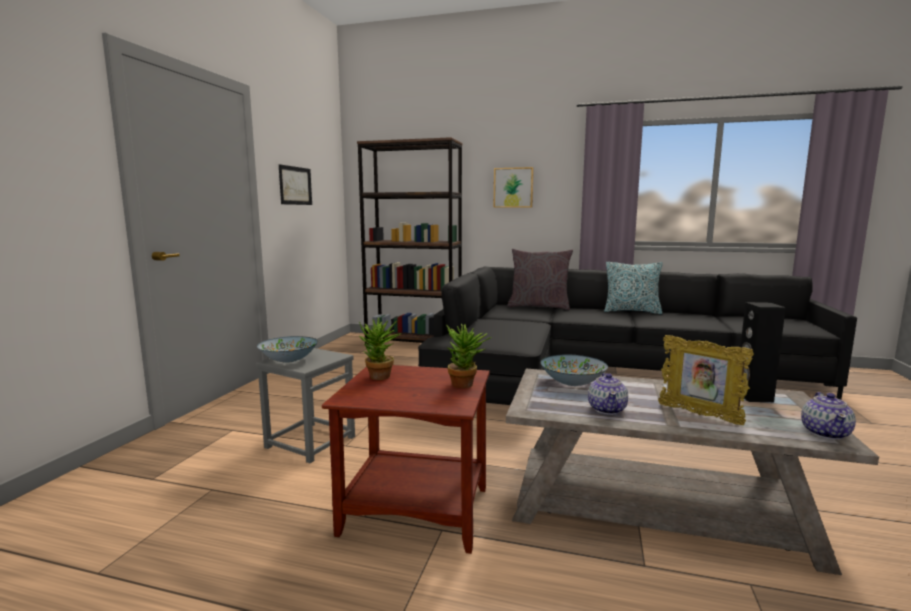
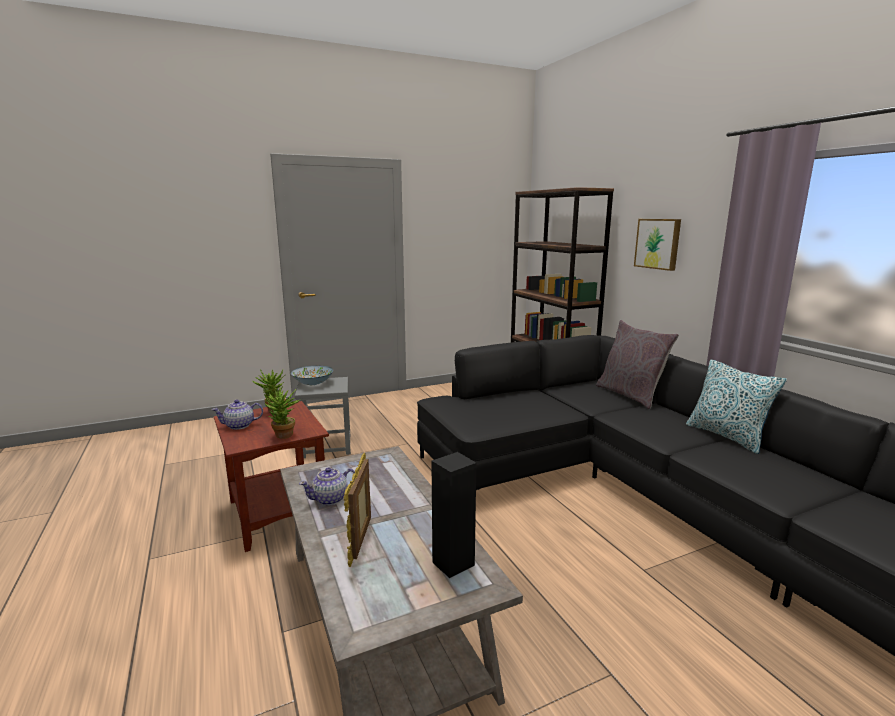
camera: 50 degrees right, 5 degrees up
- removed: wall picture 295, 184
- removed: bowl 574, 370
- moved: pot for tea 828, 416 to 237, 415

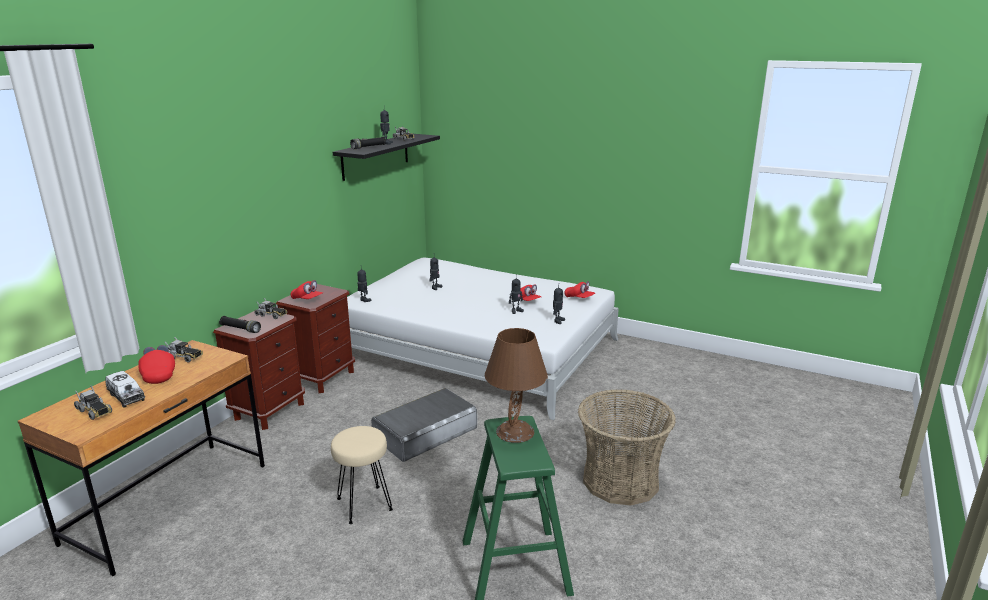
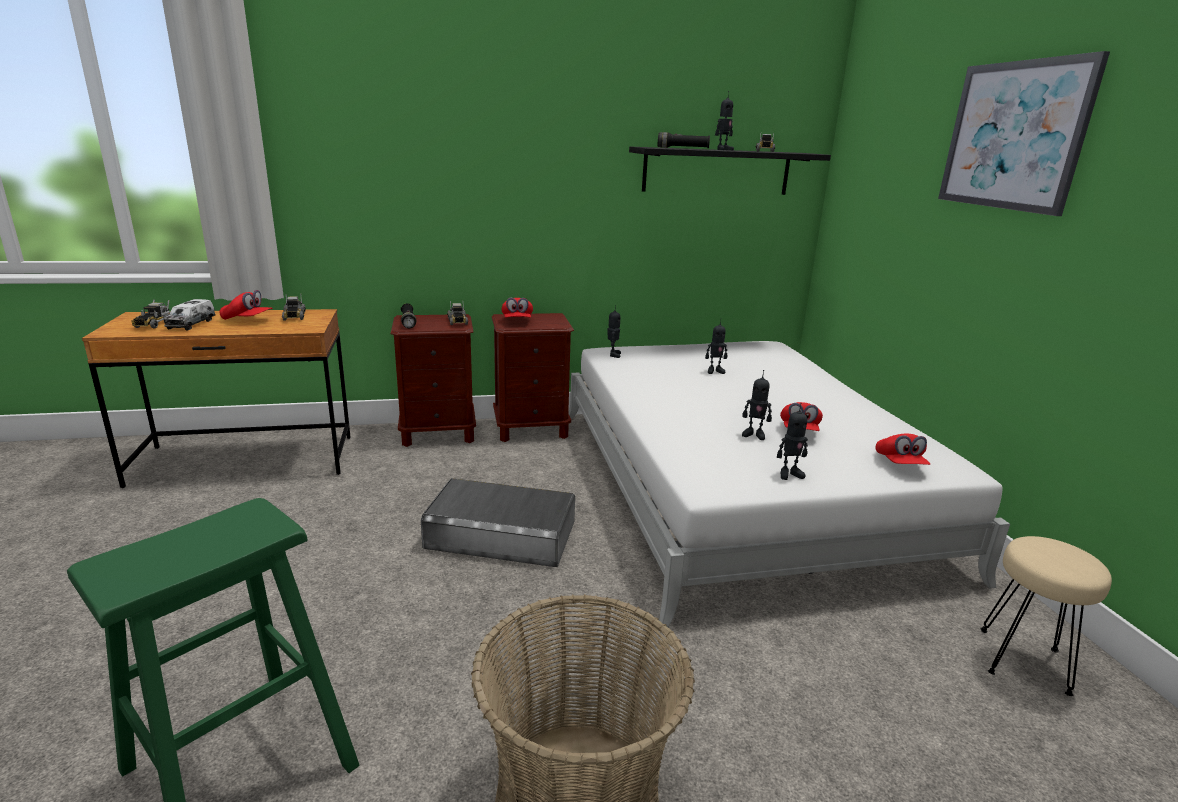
camera: 50 degrees right, 0 degrees up
- removed: brown-coloured table lamp 516, 385
- turned: red peaked cap 156, 364 = 246, 305 75 degrees clockwise
- moved: beige-coloured stool seat 362, 475 to 1046, 616
- added: wall picture 1024, 133

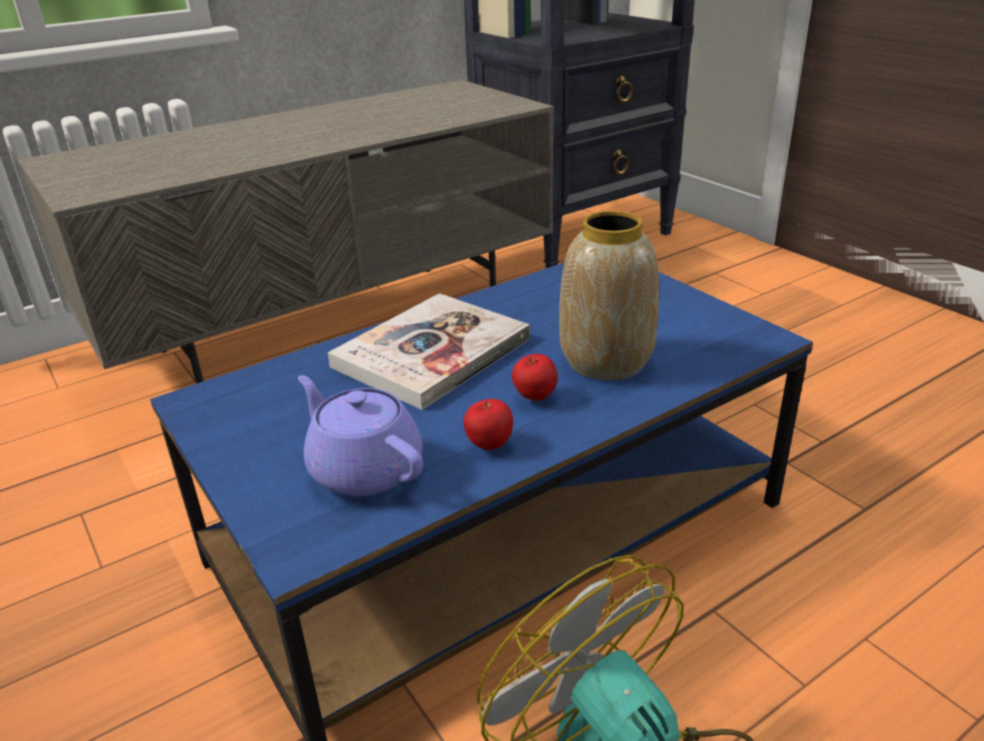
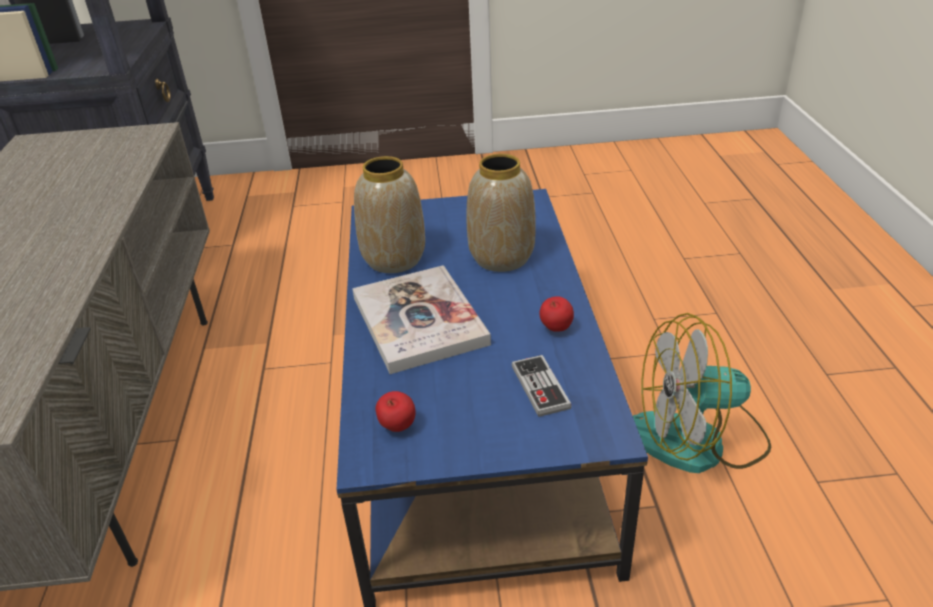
camera: 60 degrees left, 5 degrees up
- moved: apple fruit 535, 377 to 395, 411
- replaced: purple pot for tea 360, 435 to joypad 542, 386
- added: flower vase 389, 214

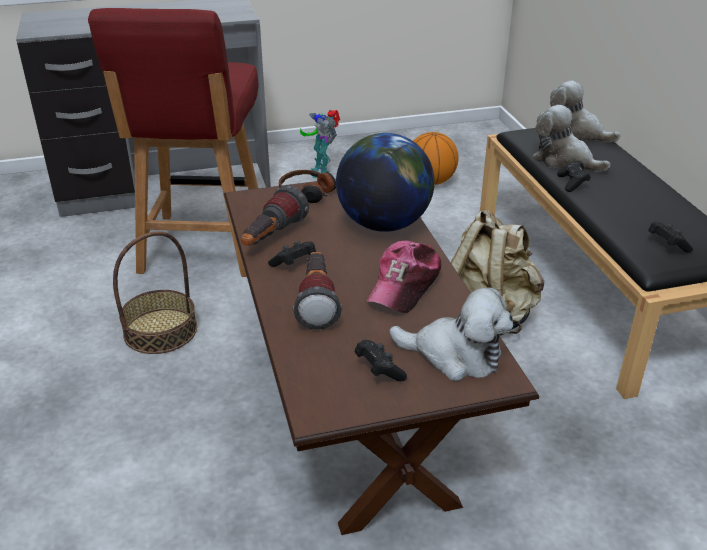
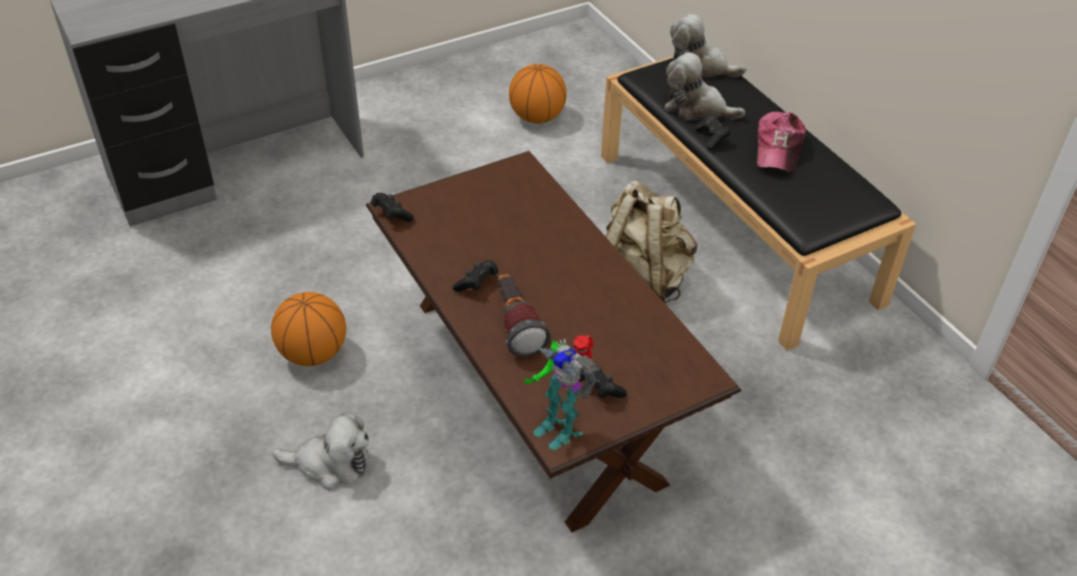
camera: 15 degrees left, 10 degrees up
- removed: red chair 173, 142
- moved: model robot 320, 144 to 561, 392
- removed: desk globe 385, 182
- removed: headphones 307, 186
- removed: flashlight 275, 215
- moved: blackish joypad 670, 237 to 392, 207
- replaced: basket 155, 292 to basketball ball 308, 329
- moved: peaked cap 404, 276 to 781, 142
- moved: soft toy 451, 334 to 320, 451

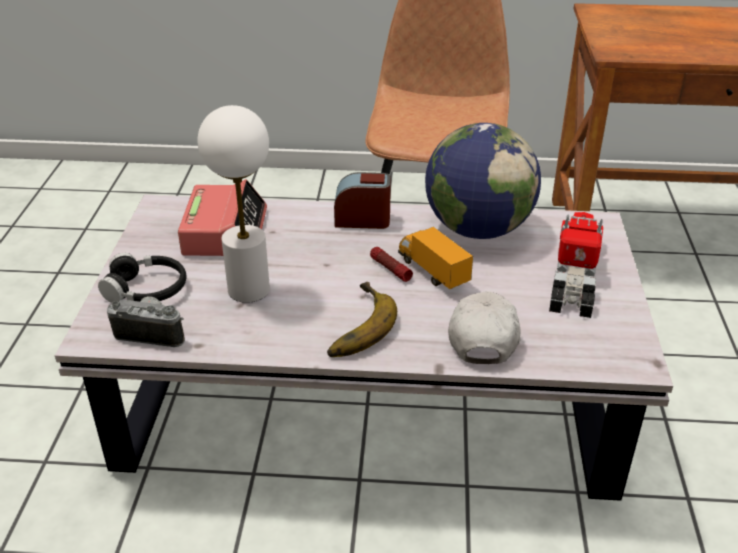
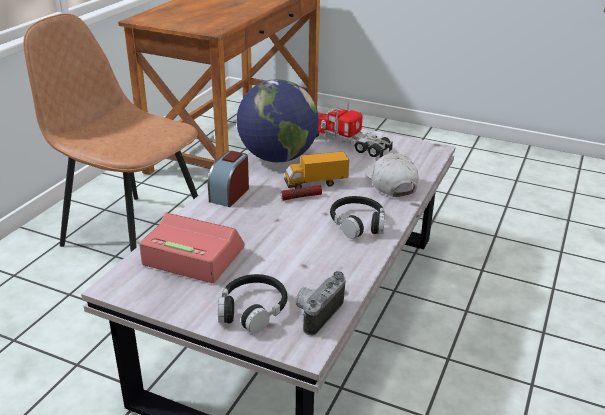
camera: 70 degrees left, 5 degrees down
- removed: white-coloured table lamp 234, 204
- replaced: banana fruit 362, 319 to blackish headphones 357, 217
- turned: white-coloured peaked cap 484, 327 = 391, 175 45 degrees clockwise

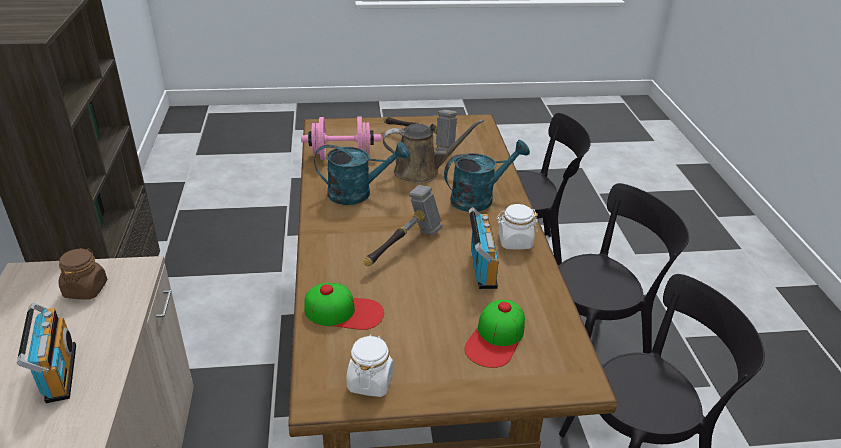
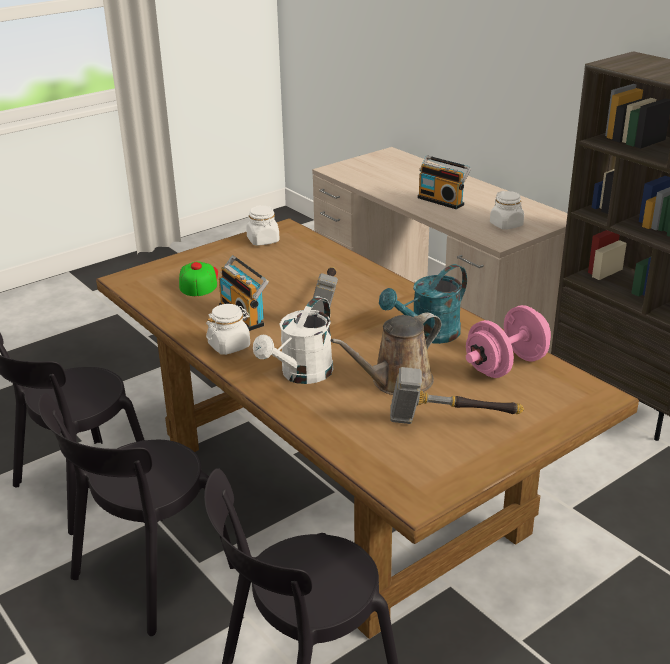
camera: 150 degrees right, 5 degrees down
- recoloured: turquoise-coloured sprinkling can 487, 176 to white-coloured sprinkling can 293, 340
- recoloured: brown-coloured preserve jar 83, 273 to white-coloured preserve jar 507, 210
- removed: peaked cap 344, 306

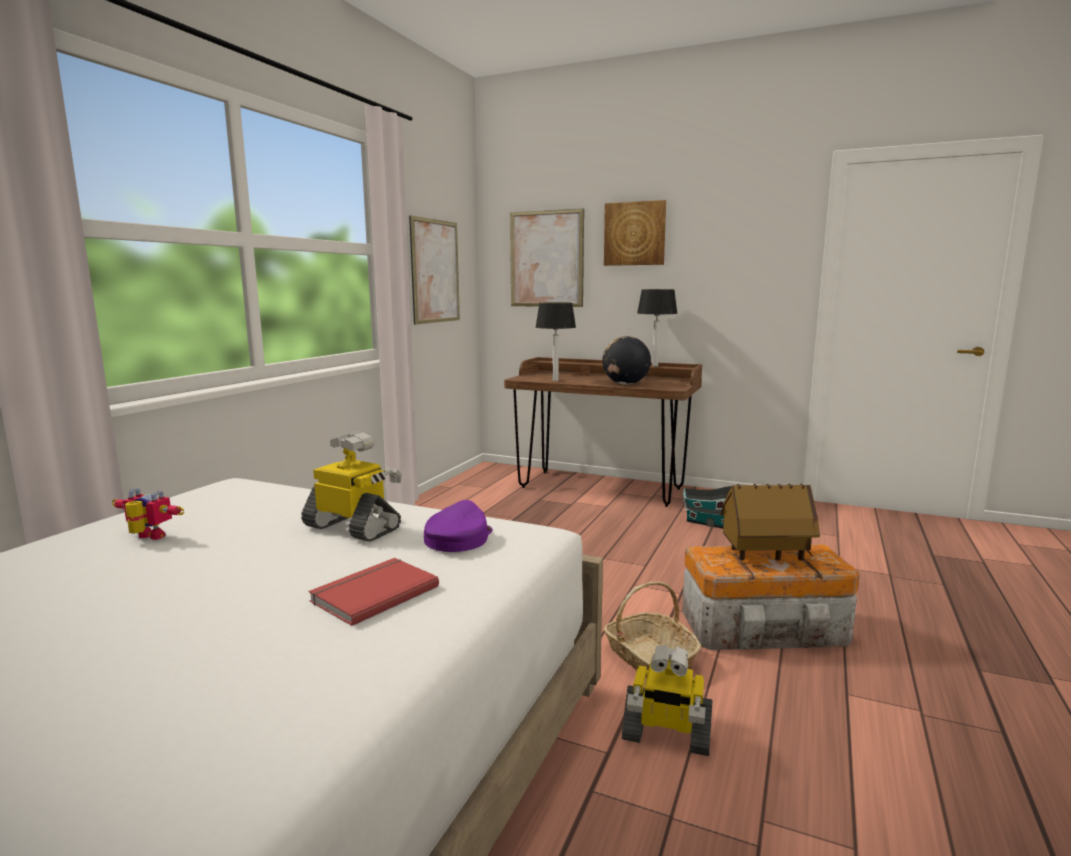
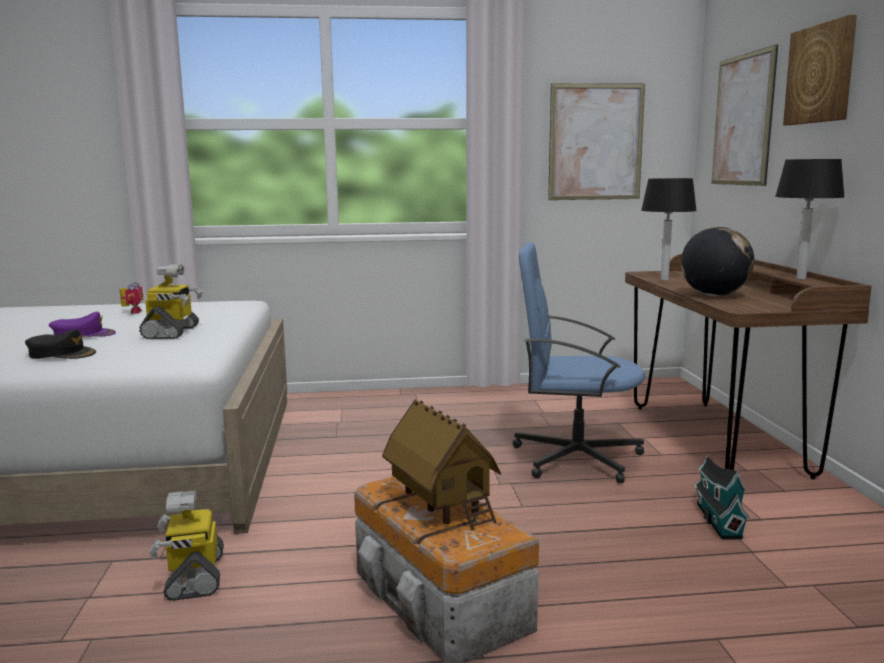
camera: 60 degrees right, 0 degrees up
- moved: purple peaked cap 458, 526 to 82, 324
- replaced: red volume 374, 592 to blackish peaked cap 60, 344
- removed: basket 652, 630
- added: bluish office chair 579, 362

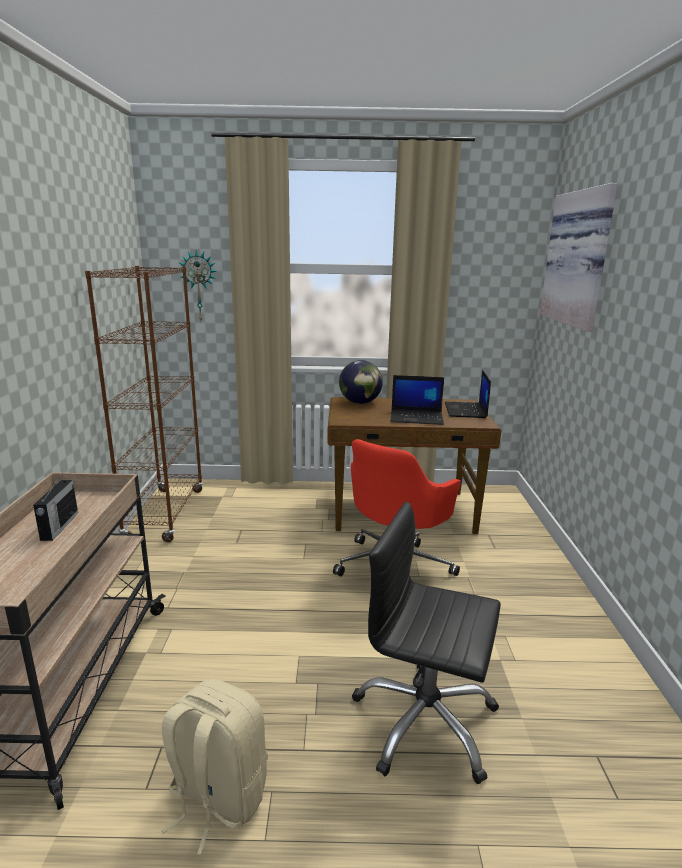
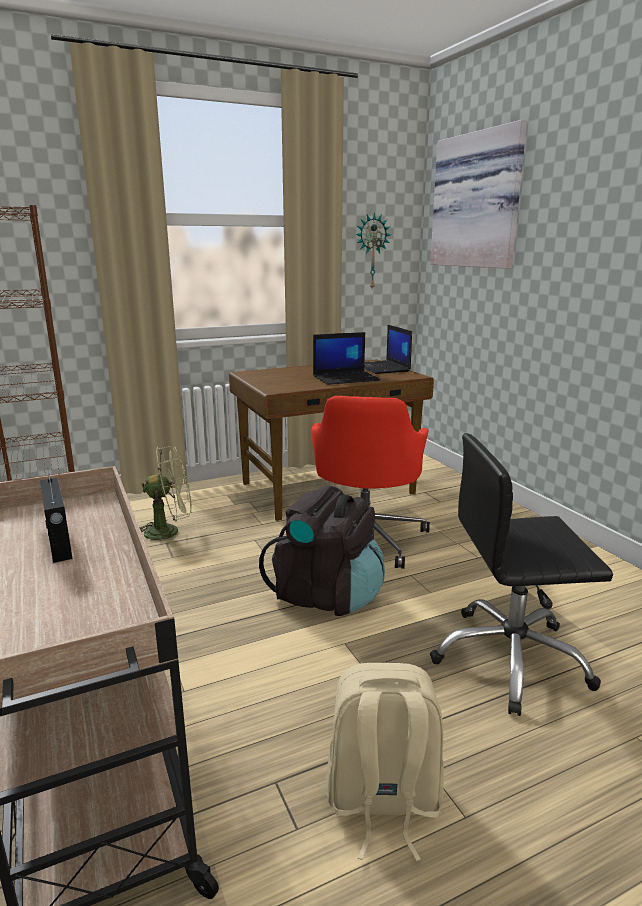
camera: 25 degrees left, 0 degrees up
- moved: hanging clock 197, 285 to 373, 250
- removed: desk globe 361, 382
- added: green electric fan 166, 495
- added: blackish backpack 322, 551

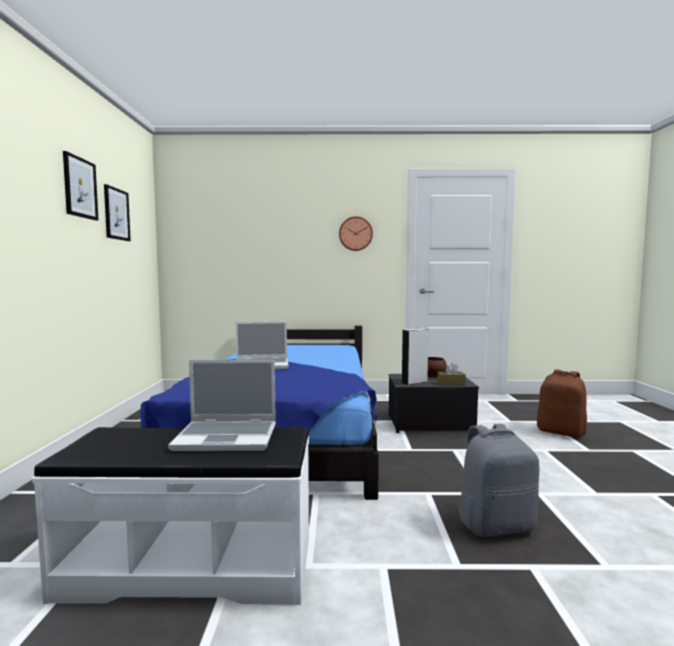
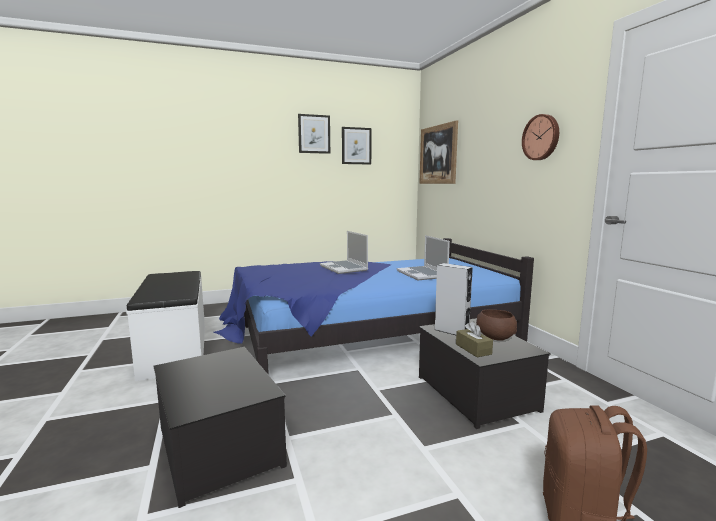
camera: 70 degrees right, 5 degrees up
- moved: laptop 222, 405 to 423, 257
- replaced: greyish backpack 499, 480 to storage bin 220, 427
- added: wall picture 438, 152

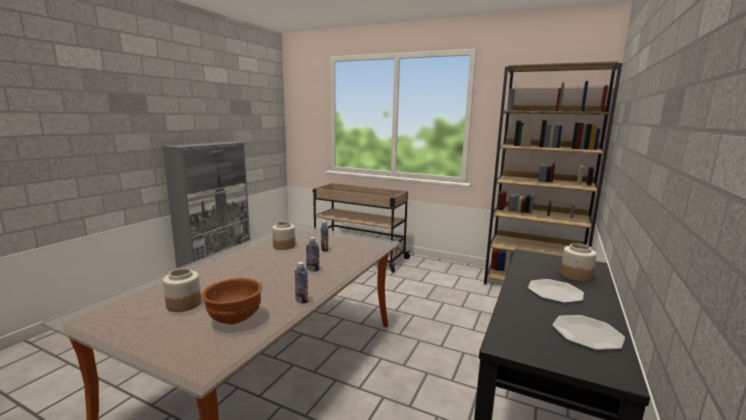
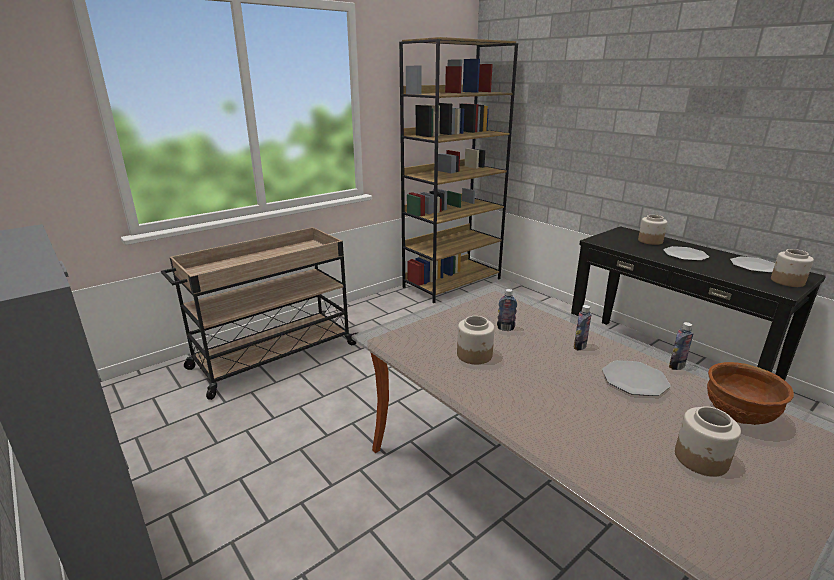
camera: 65 degrees left, 10 degrees up
- added: preserve jar 792, 268
- added: flat dish 636, 378

